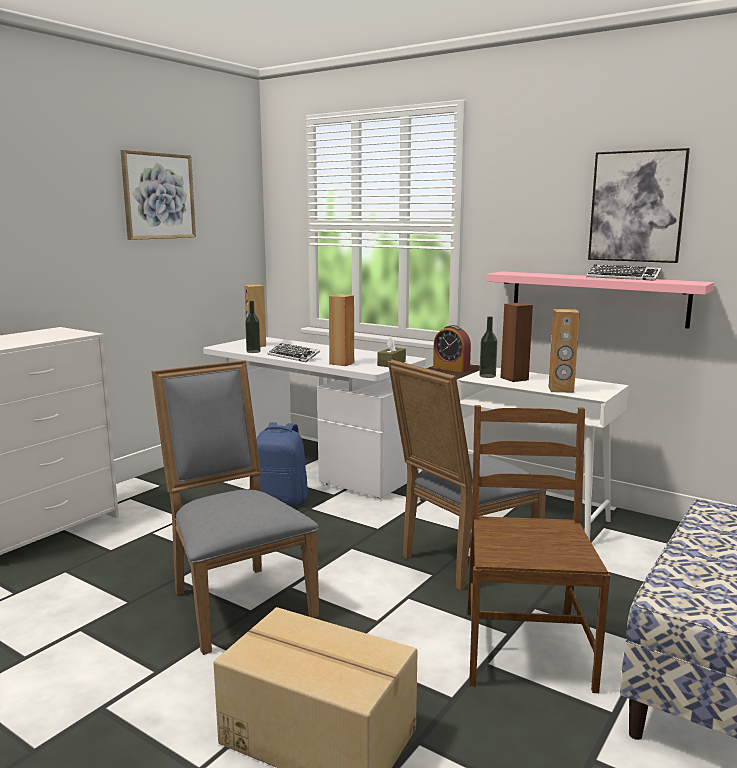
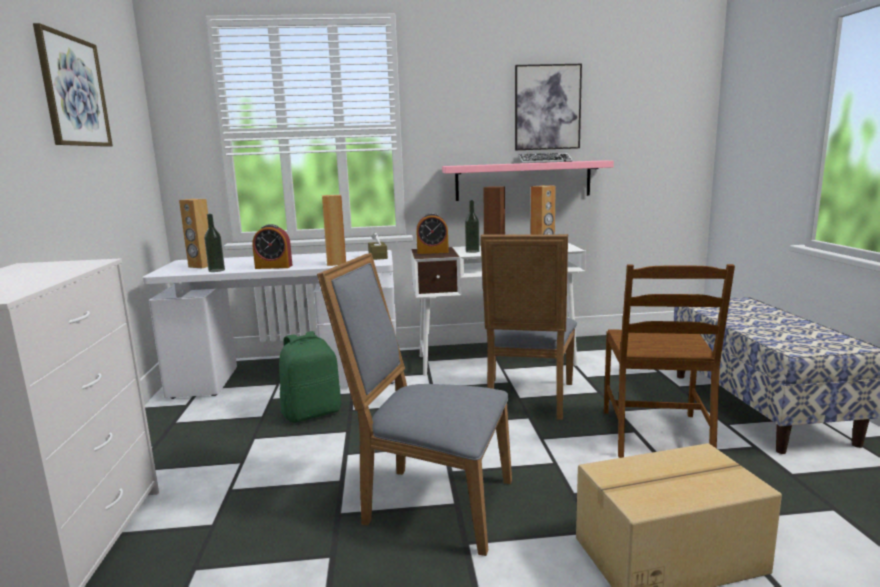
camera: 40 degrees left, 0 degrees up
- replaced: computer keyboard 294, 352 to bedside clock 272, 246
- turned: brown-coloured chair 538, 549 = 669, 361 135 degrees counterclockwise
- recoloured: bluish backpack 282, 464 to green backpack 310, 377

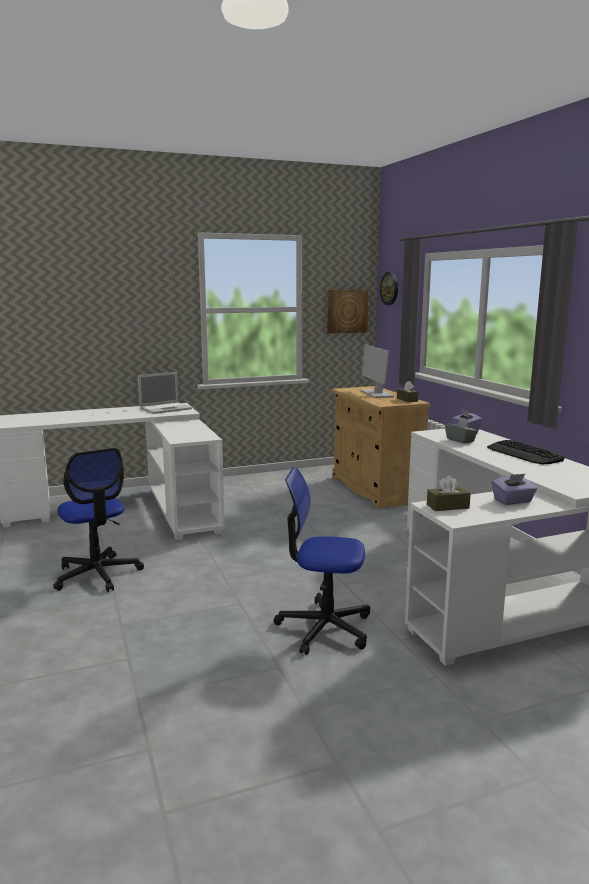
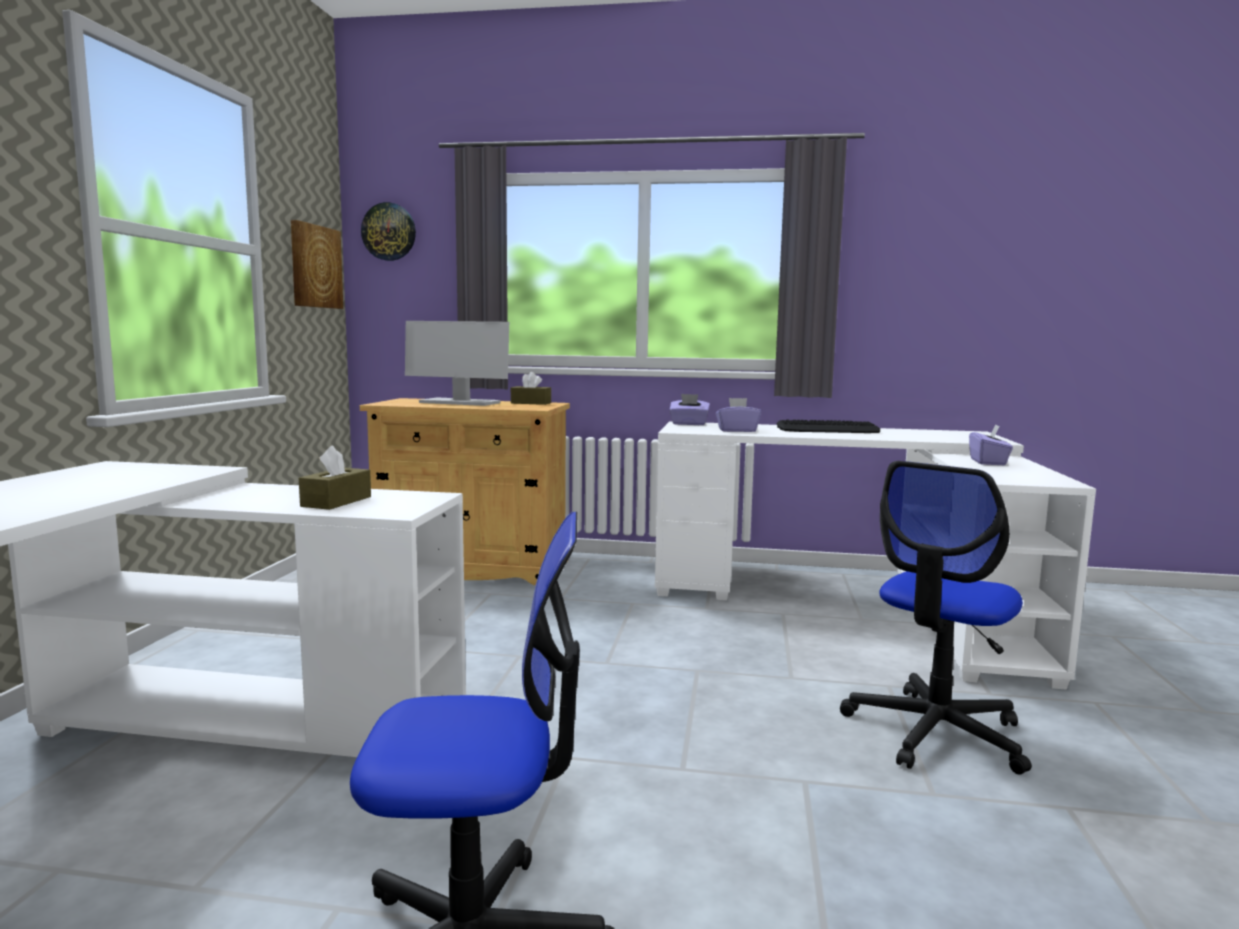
camera: 60 degrees left, 5 degrees down
- removed: laptop 165, 393
- recoloured: greyish tissue box 461, 430 to purple tissue box 738, 415
- moved: brown-coloured tissue box 449, 493 to 335, 478

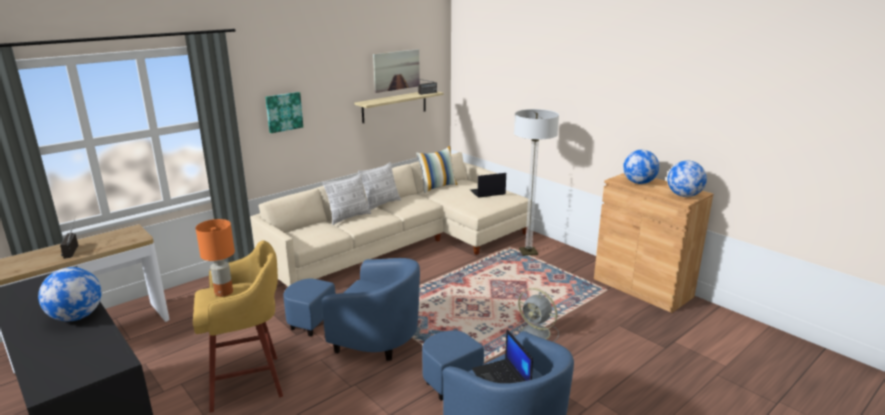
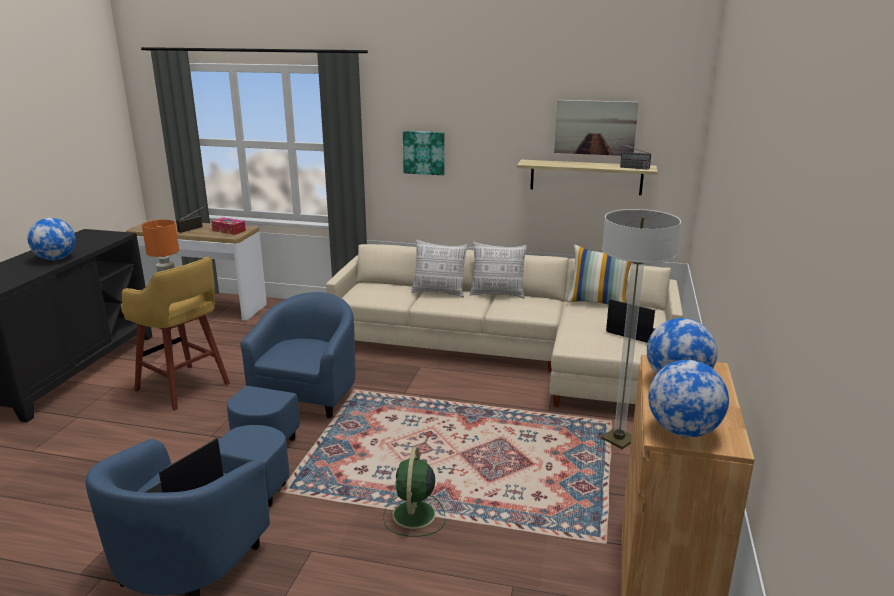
camera: 55 degrees right, 0 degrees up
- turned: bluish armchair 351, 309 = 291, 366 150 degrees counterclockwise
- recoloured: greyish electric fan 536, 315 to green electric fan 414, 492
- added: tissue box 228, 226

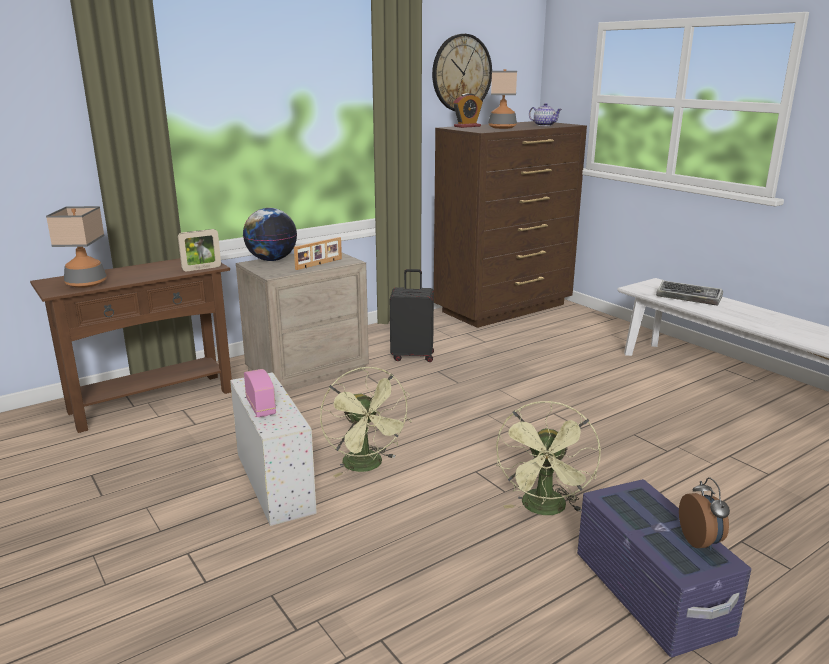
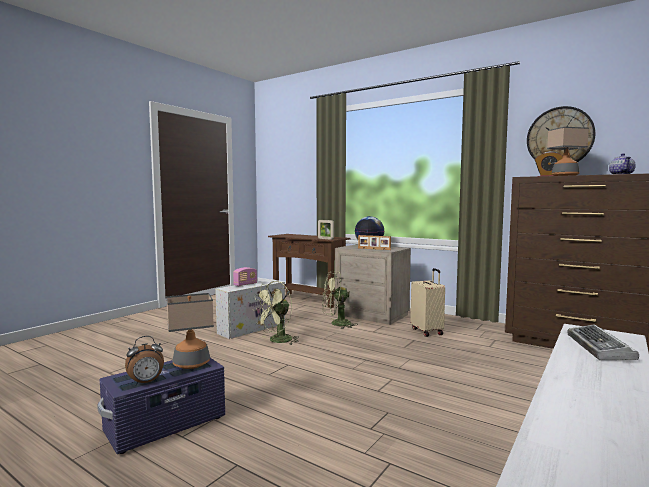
camera: 70 degrees right, 15 degrees down
- moved: table lamp 76, 247 to 190, 331
- recoloured: blackish suitcase 412, 315 to beige-coloured suitcase 427, 302
- moved: green electric fan 548, 458 to 339, 300

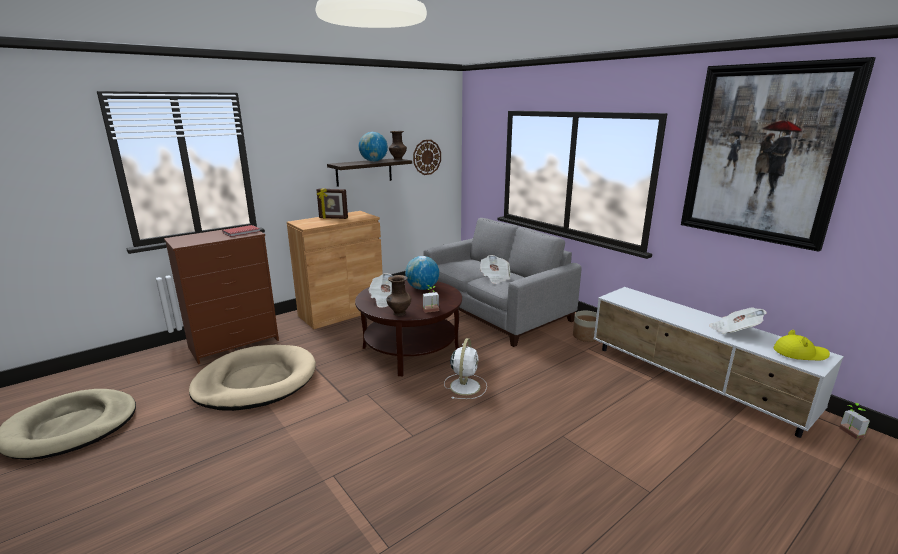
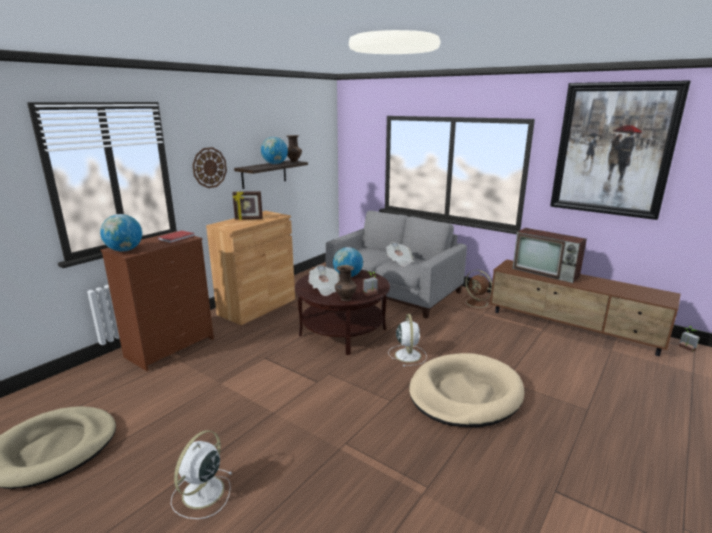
camera: 15 degrees left, 0 degrees up
- moved: hanging clock 427, 157 to 209, 167
- recoloured: white-coloured tv stand 718, 362 to brown-coloured tv stand 585, 307
- removed: printed paper 738, 320
- replaced: plant pot 585, 326 to brown-coloured electric fan 477, 290
- removed: yellow hat 802, 345
- moved: beige-coloured dog cushion 252, 378 to 467, 390
- added: desk globe 121, 233
- added: TV 549, 255
- added: white-coloured electric fan 201, 474

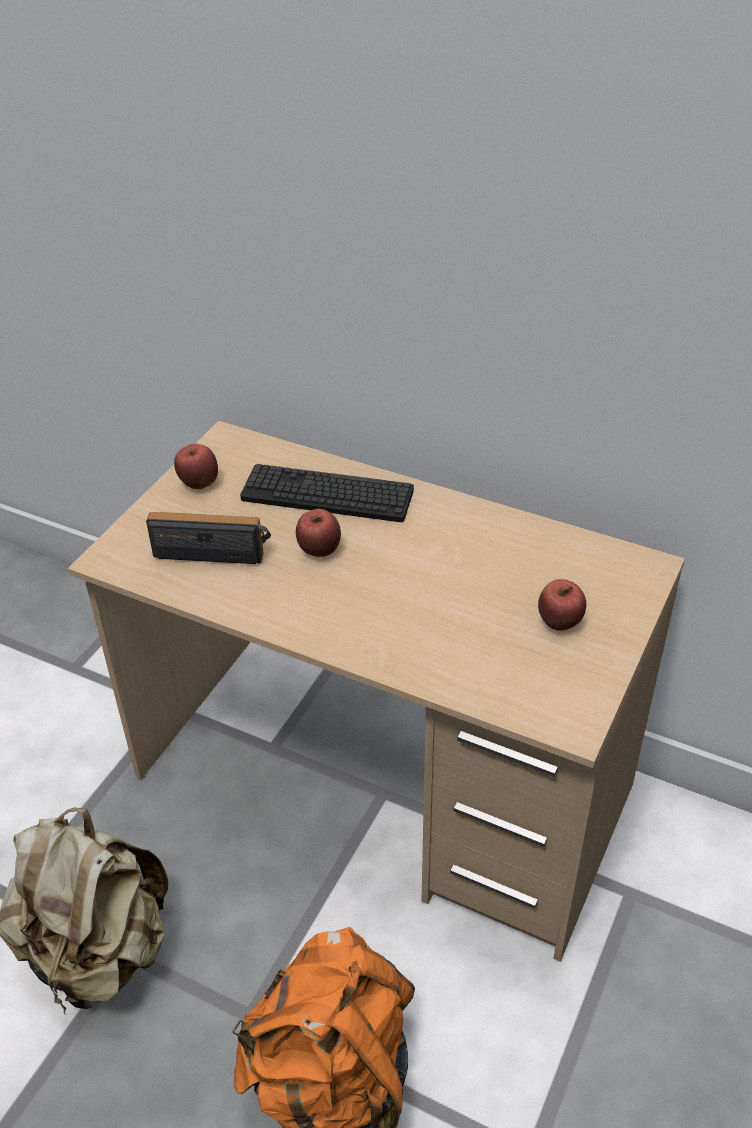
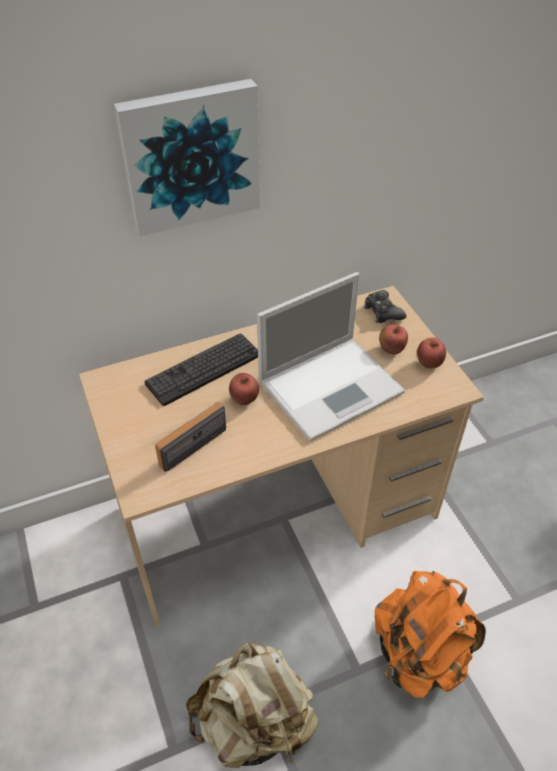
camera: 50 degrees left, 5 degrees up
- moved: apple fruit 196, 466 to 431, 352
- added: wall picture 187, 157
- added: laptop 331, 356
- added: blackish joypad 385, 306

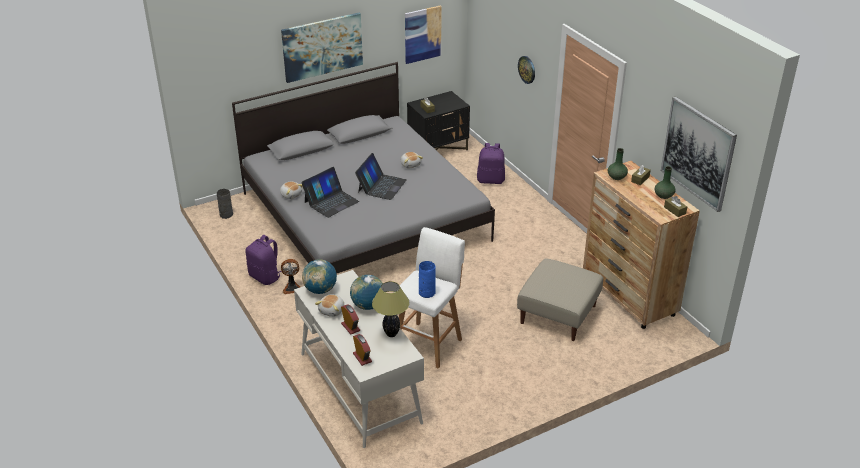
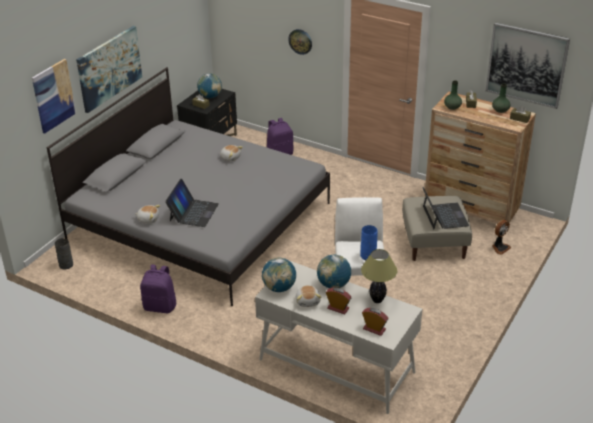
camera: 30 degrees left, 0 degrees up
- moved: wall picture 423, 34 to 54, 96
- moved: laptop 381, 176 to 445, 208
- moved: electric fan 290, 276 to 501, 237
- added: desk globe 209, 85

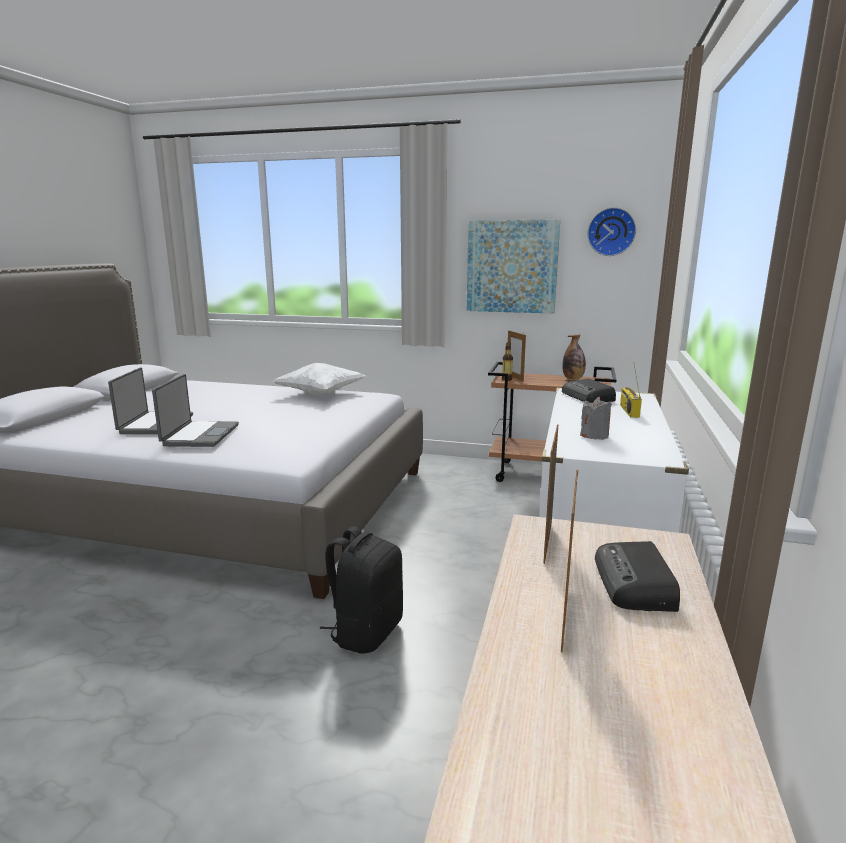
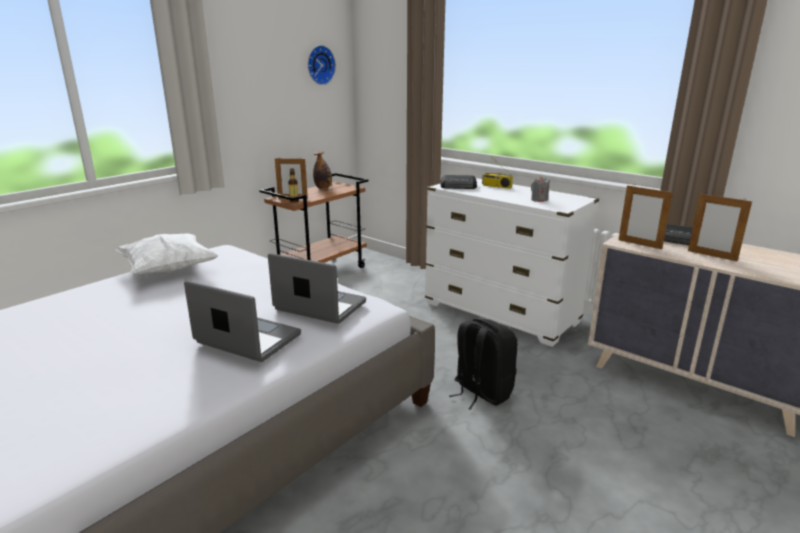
camera: 65 degrees left, 5 degrees up
- removed: wall picture 513, 266
- moved: laptop 150, 401 to 317, 288

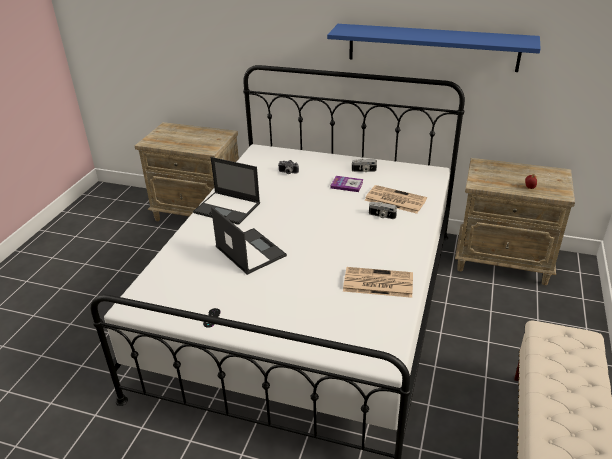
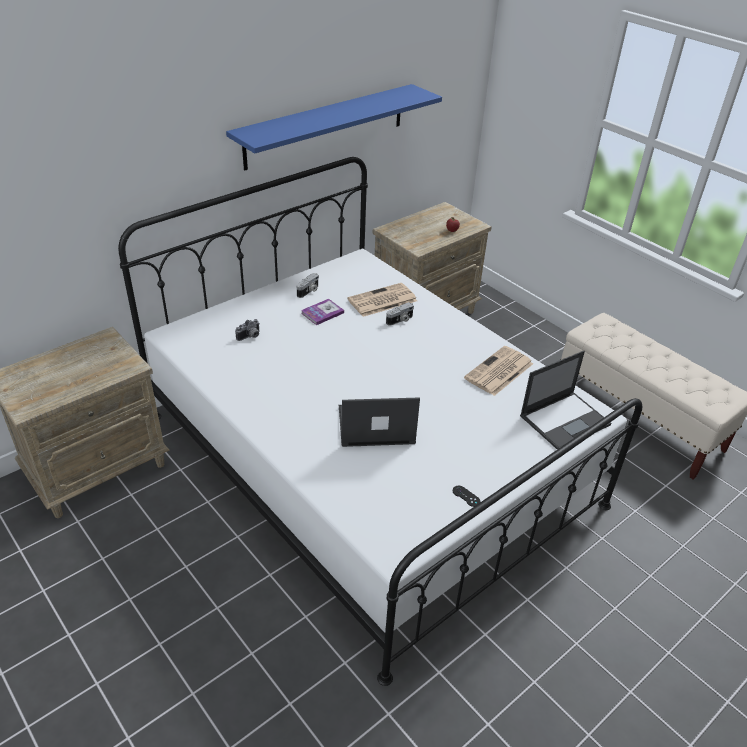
camera: 60 degrees left, 5 degrees up
- moved: laptop 226, 191 to 565, 400

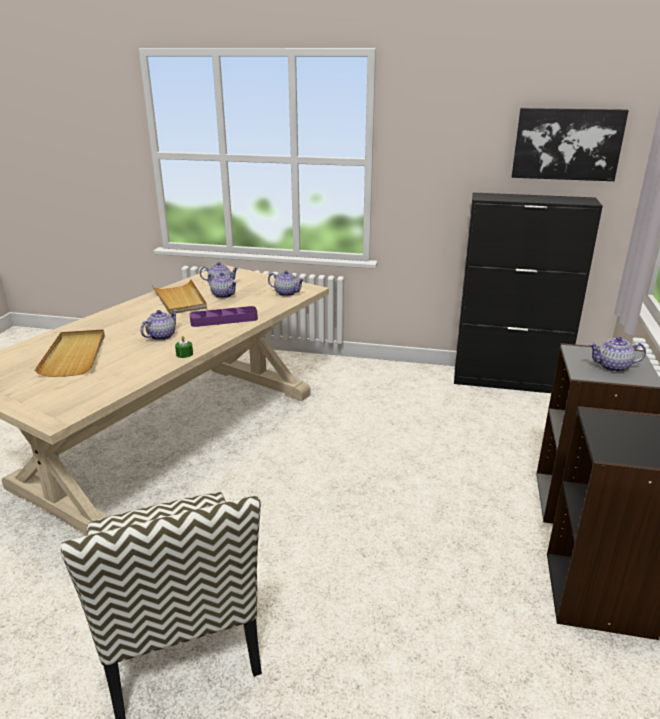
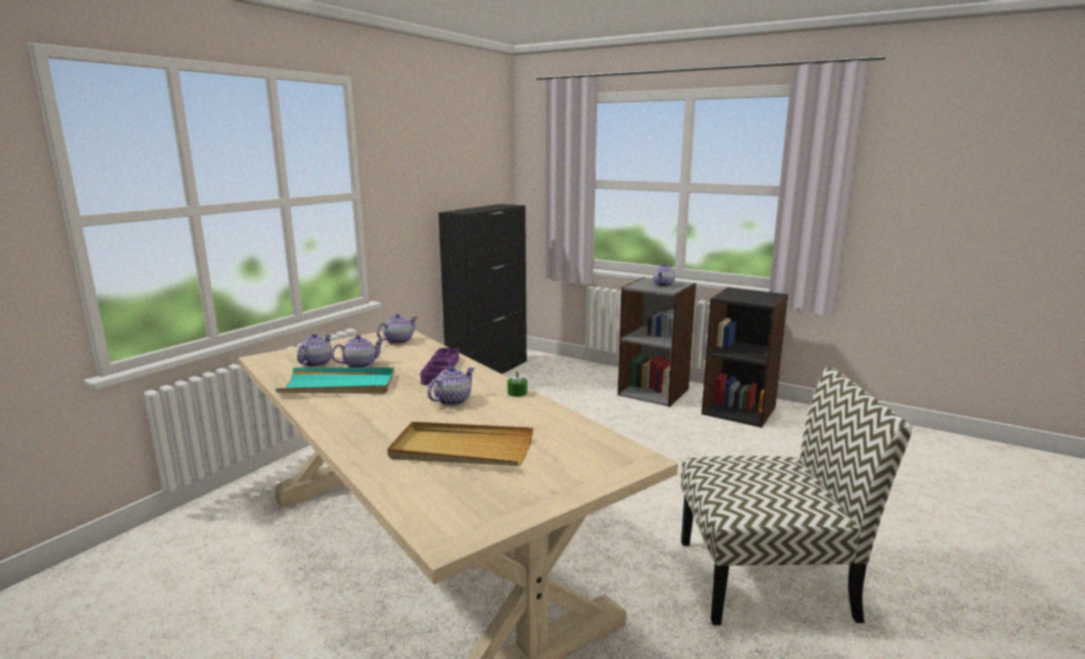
camera: 70 degrees left, 10 degrees down
- removed: wall picture 570, 144
- recoloured: beige-coloured carrying tray 179, 296 to turquoise-coloured carrying tray 335, 380
- turned: pot for tea 159, 325 = 451, 386 75 degrees clockwise

